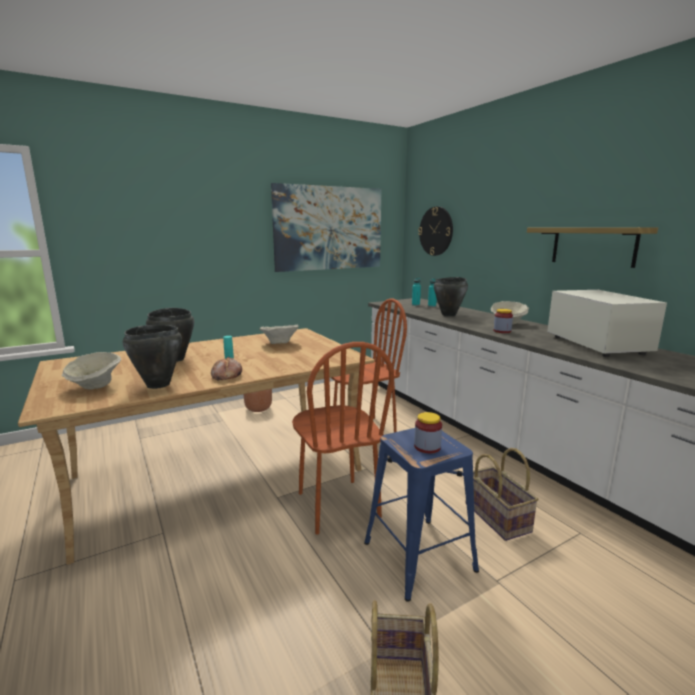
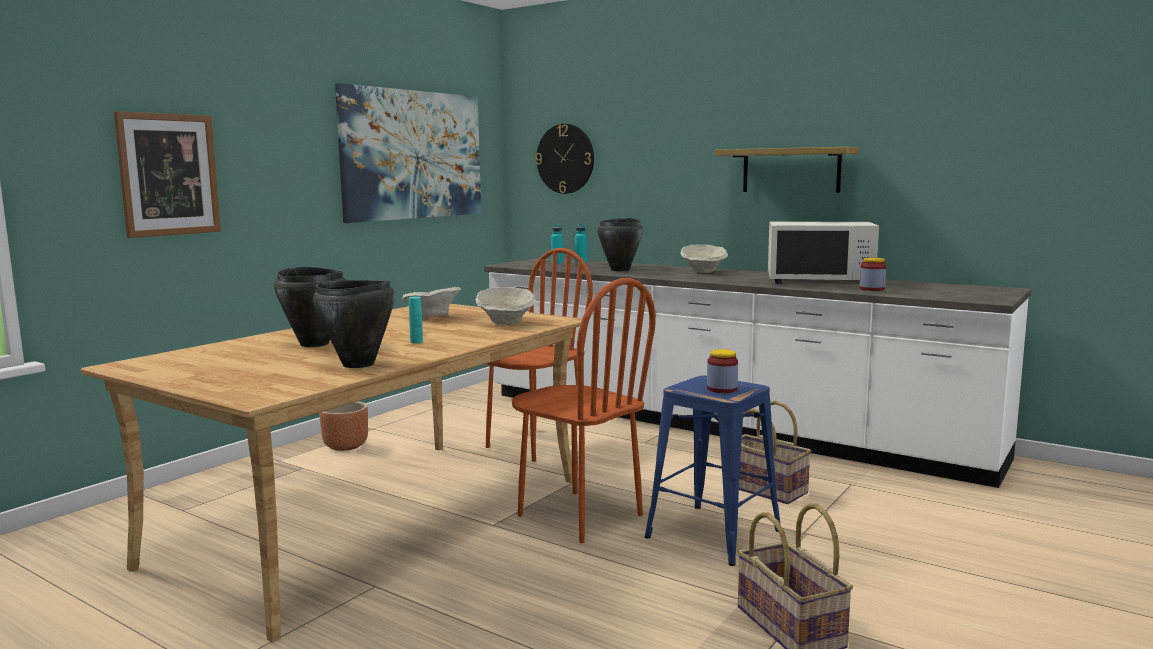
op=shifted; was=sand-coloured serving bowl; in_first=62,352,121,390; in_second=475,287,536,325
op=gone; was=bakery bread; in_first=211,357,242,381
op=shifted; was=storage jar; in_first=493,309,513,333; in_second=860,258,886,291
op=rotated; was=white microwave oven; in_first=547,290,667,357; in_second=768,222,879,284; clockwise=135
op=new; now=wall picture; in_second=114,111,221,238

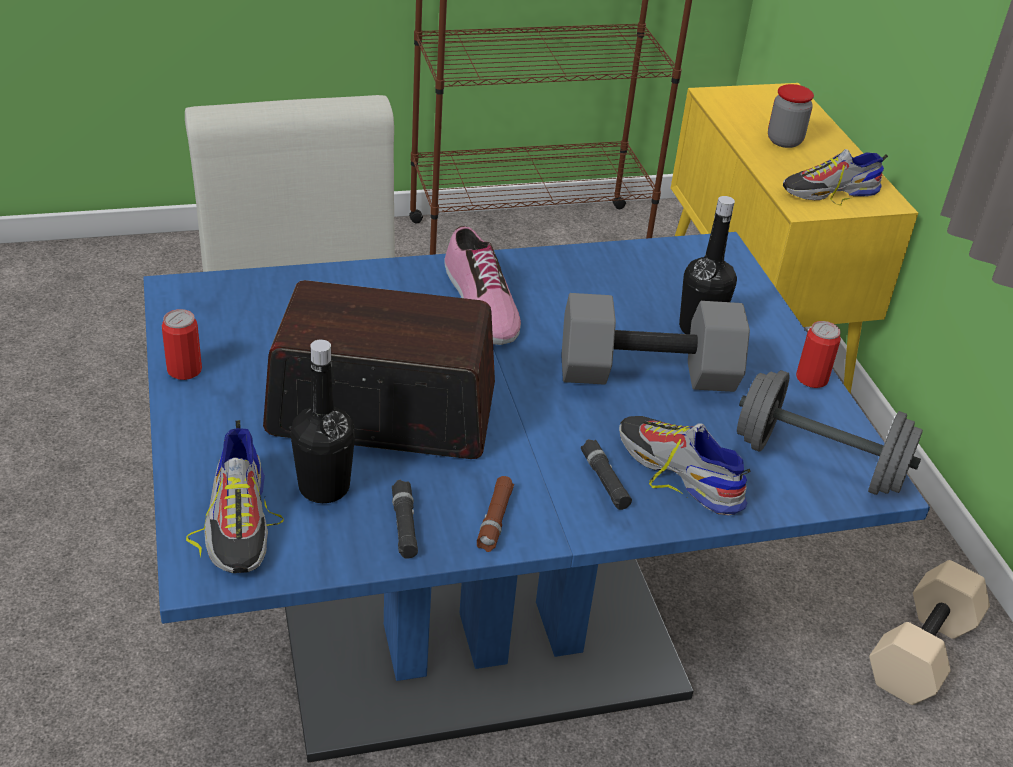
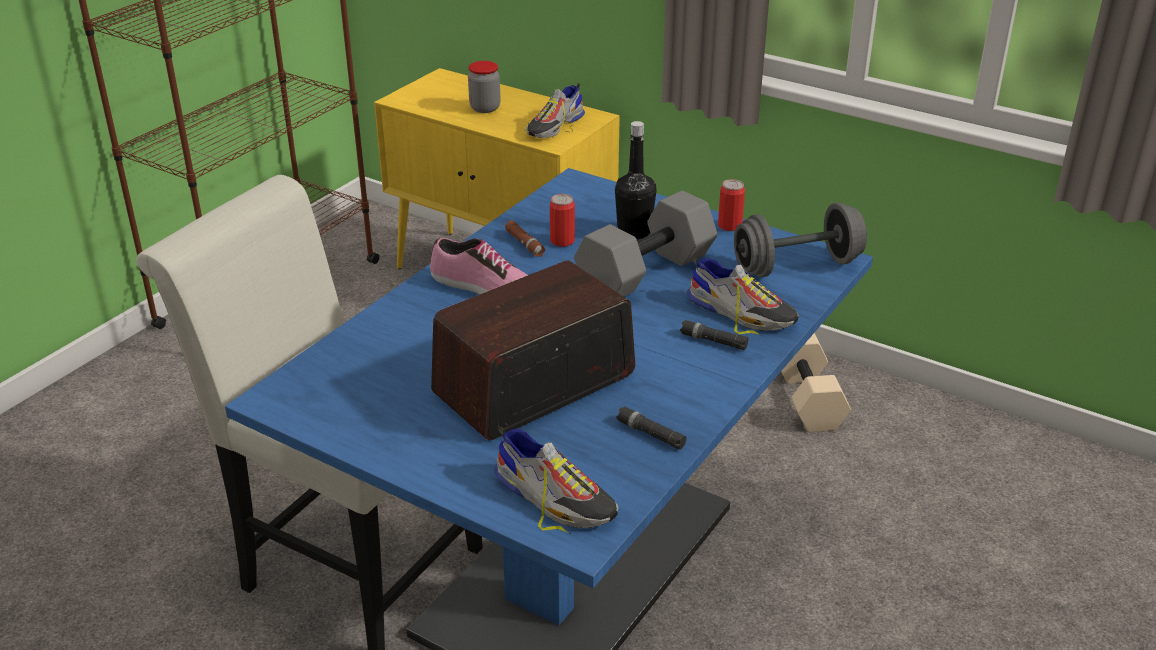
op=shifted; was=sealed can; in_first=162,309,202,380; in_second=550,194,575,247
op=gone; was=black bottle; in_first=291,339,355,503
op=shifted; was=brown-coloured torch; in_first=477,476,514,552; in_second=505,220,545,257
op=rotated; was=item of footwear; in_first=619,416,751,515; in_second=687,257,799,336; clockwise=-150

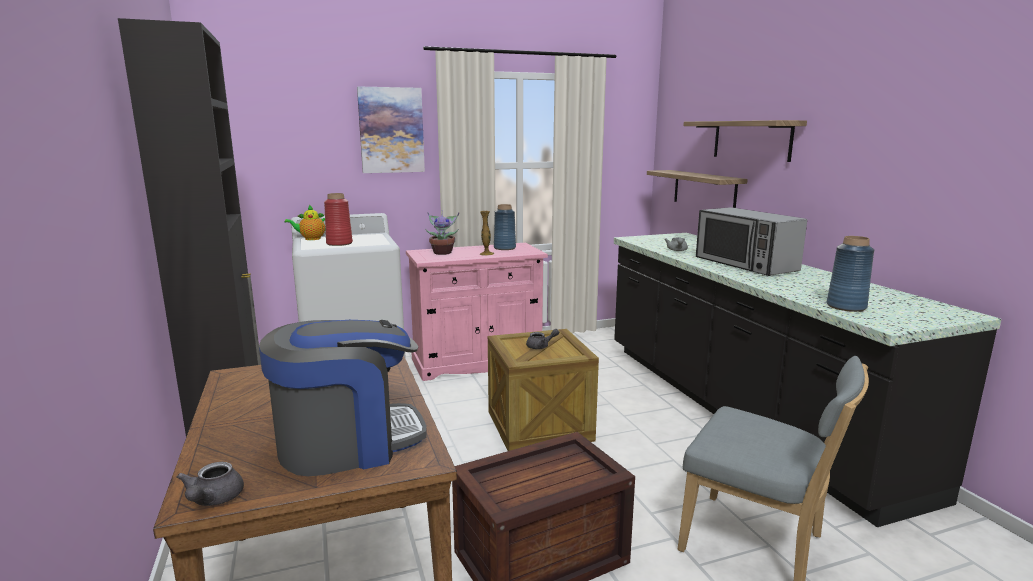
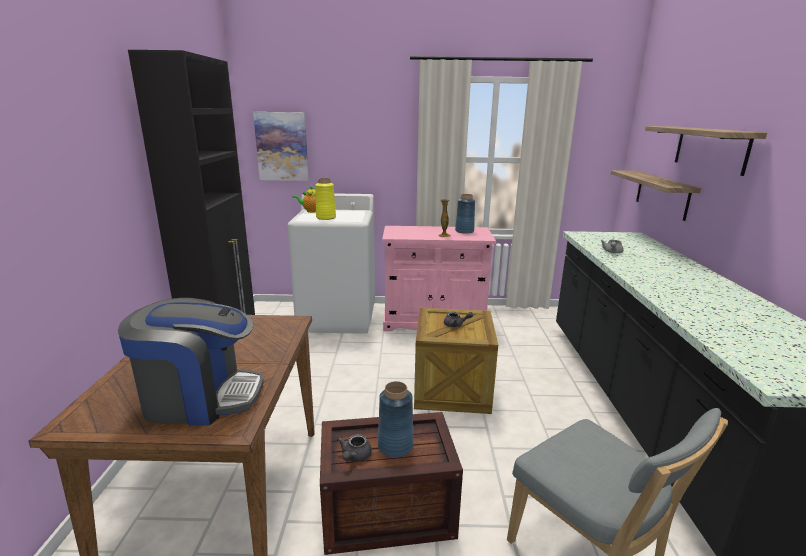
op=shifted; was=greyish pot for tea; in_first=176,462,244,506; in_second=337,434,372,462
op=repainted; was=red-coloured vase; now=yellow-coloured vase; in_first=324,193,353,246; in_second=315,178,336,220
op=shifted; was=wall picture; in_first=357,86,425,173; in_second=253,112,309,181
op=gone; was=potted plant; in_first=425,210,459,255
op=gone; was=microwave oven; in_first=696,207,807,276
op=shifted; was=bluish vase; in_first=827,236,874,312; in_second=378,381,413,458

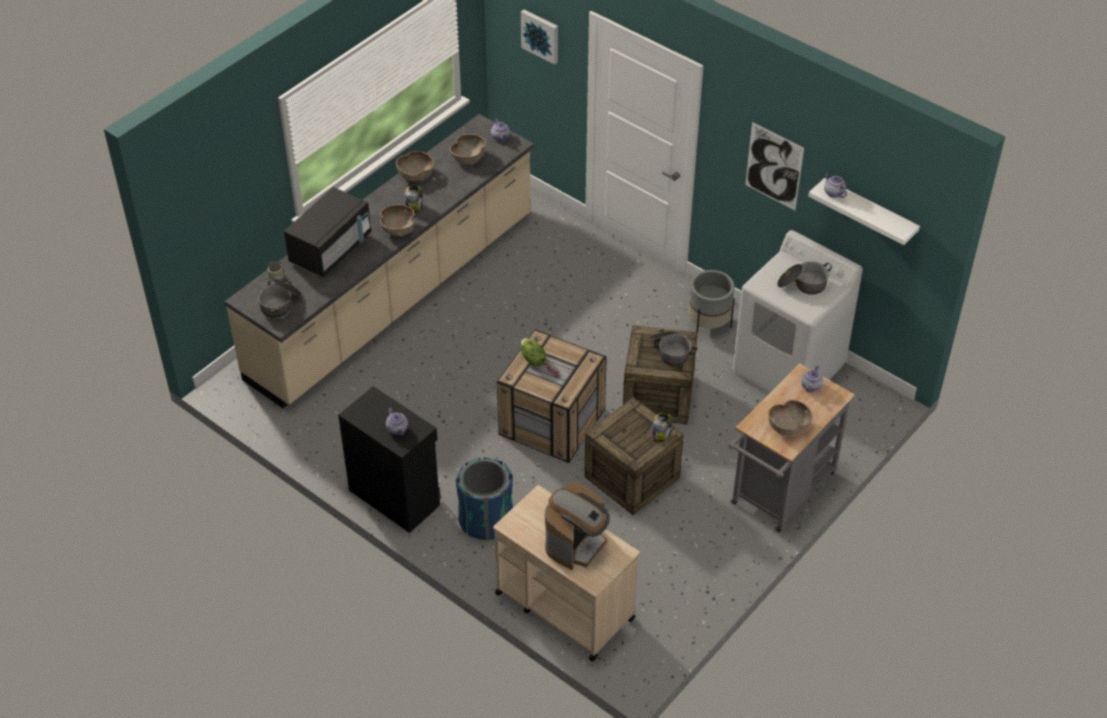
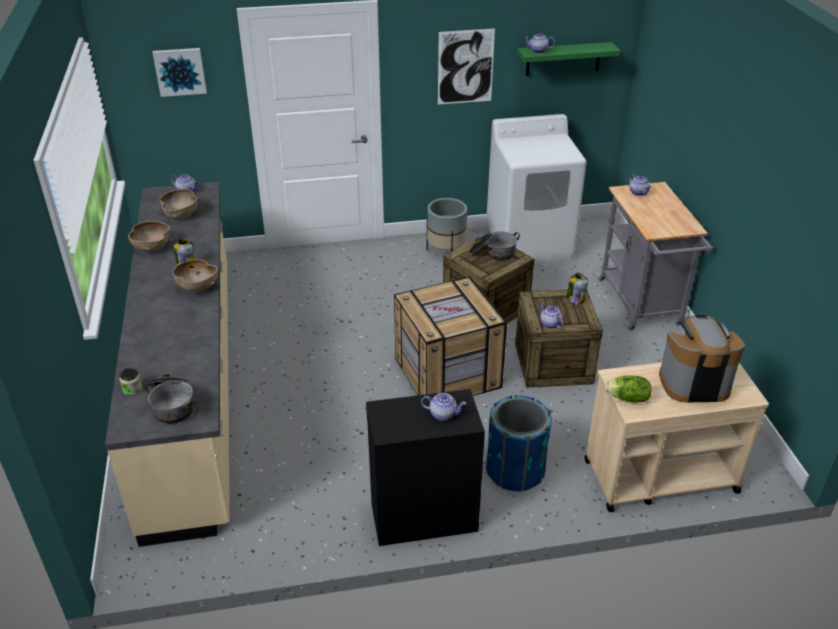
op=gone; was=black microwave oven; in_first=284,187,371,277
op=shifted; was=lettuce; in_first=521,338,546,367; in_second=605,375,652,403
op=rotated; was=coffee machine; in_first=545,482,610,570; in_second=659,315,745,402; clockwise=-75
op=gone; was=brown-coloured serving bowl; in_first=768,400,812,436
op=gone; was=saucepot; in_first=777,262,832,295
op=repainted; was=white wall shelf; now=green-coloured wall shelf; in_first=808,178,920,246; in_second=517,42,620,76
op=new; now=pot for tea; in_second=540,302,563,329

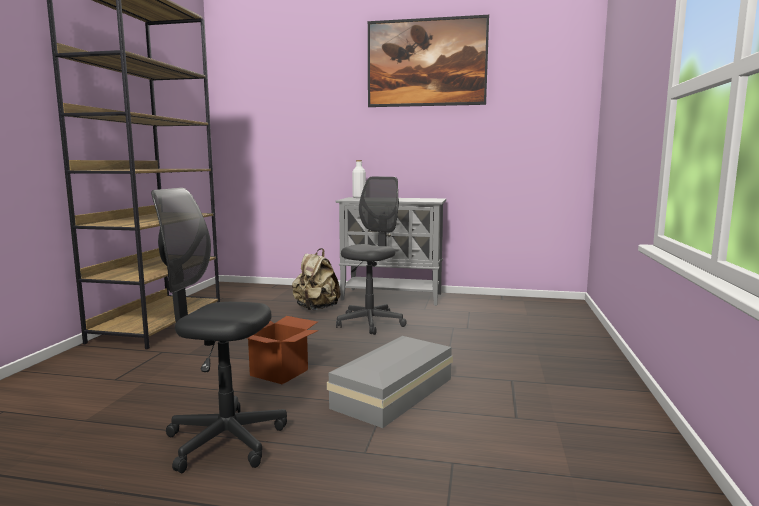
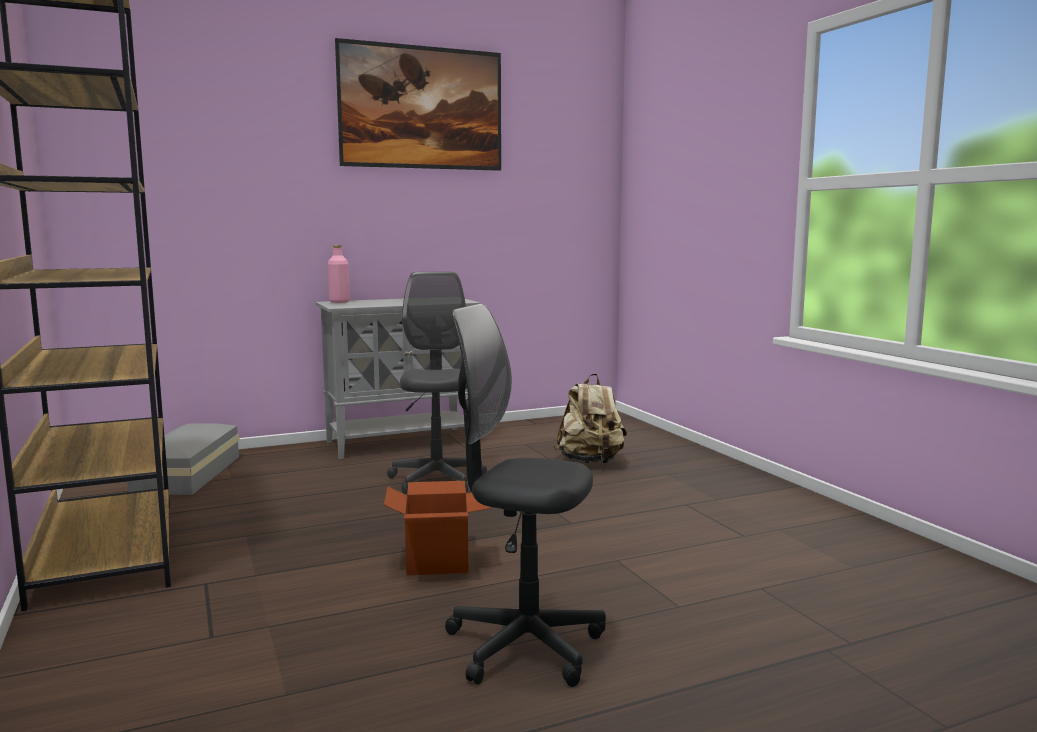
op=rotated; was=black office chair; in_first=151,188,287,473; in_second=445,304,606,687; clockwise=45
op=shifted; was=sand-coloured backpack; in_first=292,248,340,310; in_second=554,374,627,464
op=shifted; was=greyish storage bin; in_first=327,336,453,428; in_second=127,424,239,495
op=repainted; was=white bottle; now=pink-coloured bottle; in_first=352,160,366,198; in_second=328,245,350,303

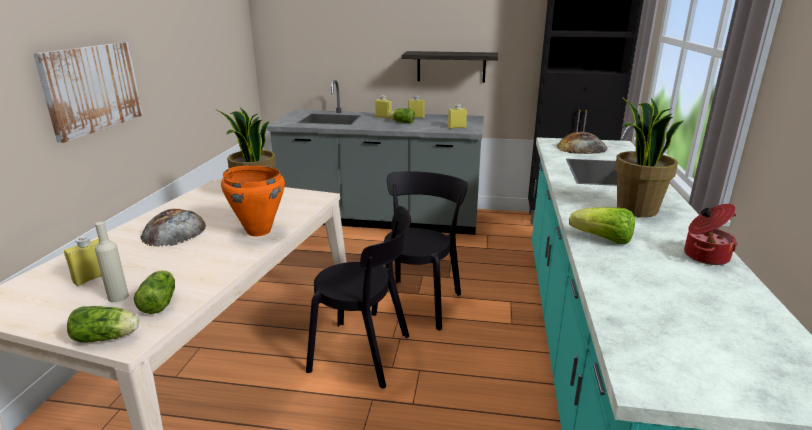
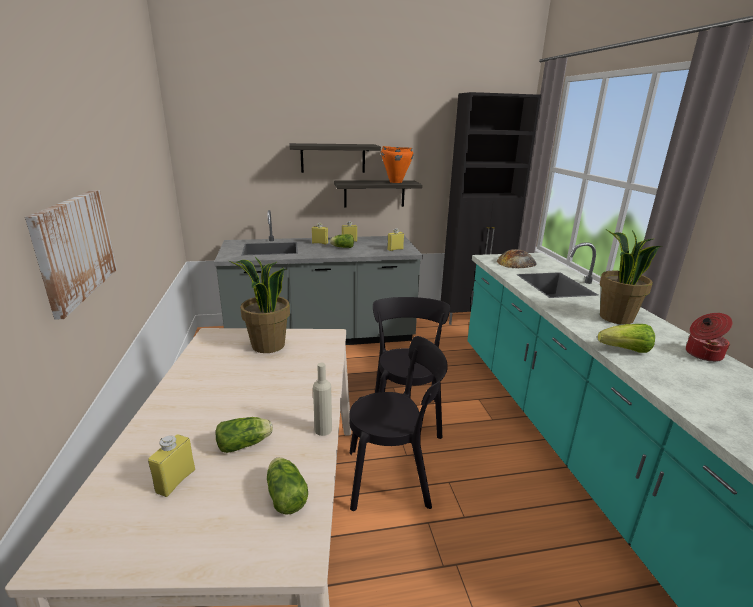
op=shifted; was=lettuce; in_first=67,306,139,343; in_second=216,417,273,453
op=shifted; was=sand-coloured bottle; in_first=95,222,129,302; in_second=313,363,332,436
op=gone; was=bakery bread; in_first=141,209,206,247
op=shifted; was=orange-coloured saucepot; in_first=221,165,285,236; in_second=381,146,414,183
op=new; now=wall shelf; in_second=289,143,381,173

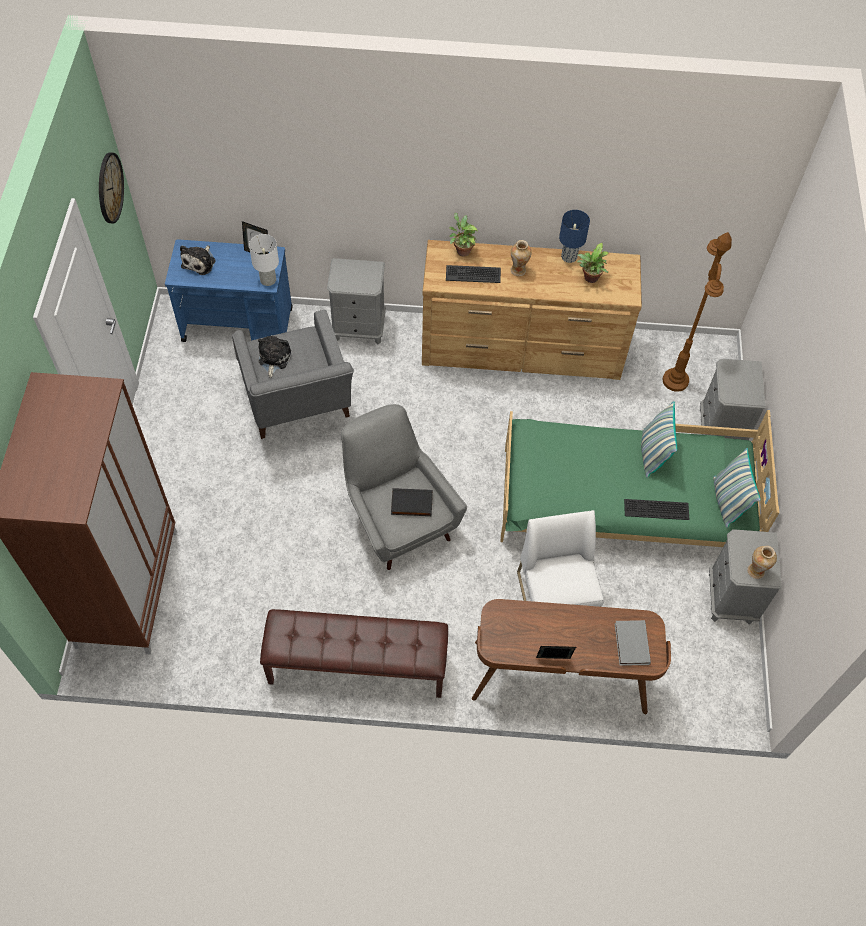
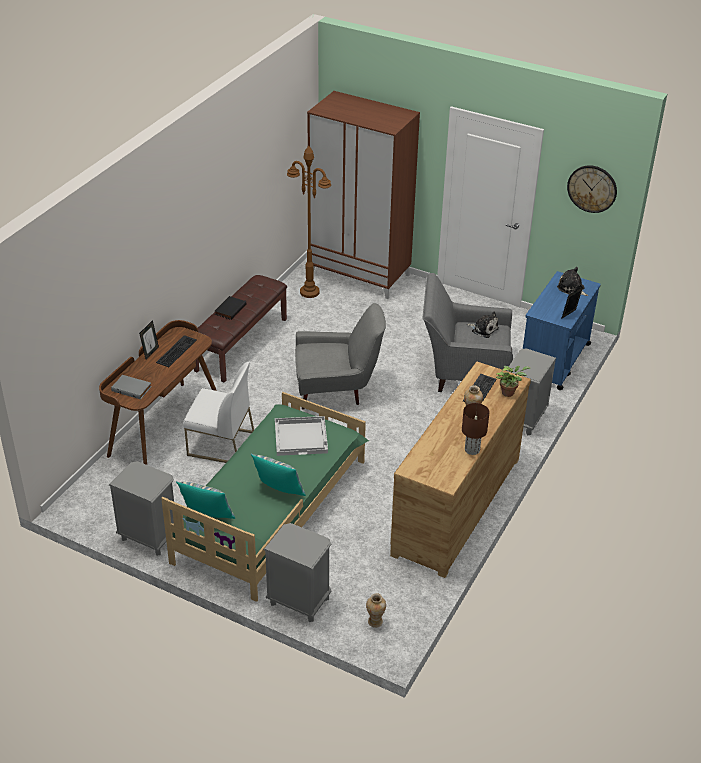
op=gone; was=white lamp for a table; in_first=249,234,279,286
op=shifted; was=black volume; in_first=391,488,433,516; in_second=215,296,246,320
op=repainted; was=bluish lamp for a table; now=brown-coloured lamp for a table; in_first=559,210,590,263; in_second=462,403,490,455
op=gone; was=potted plant; in_first=577,243,608,283
op=shifted; was=computer keyboard; in_first=624,499,690,520; in_second=156,335,197,367
op=shifted; was=brown-coloured floor lamp; in_first=663,232,732,392; in_second=287,146,331,298
op=shifted; was=vase; in_first=747,546,777,579; in_second=366,593,386,628
op=new; now=white tray; in_second=275,416,328,456

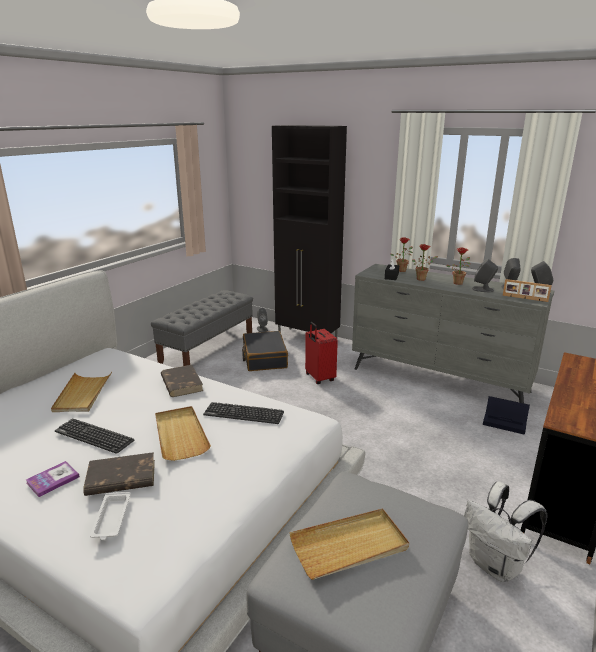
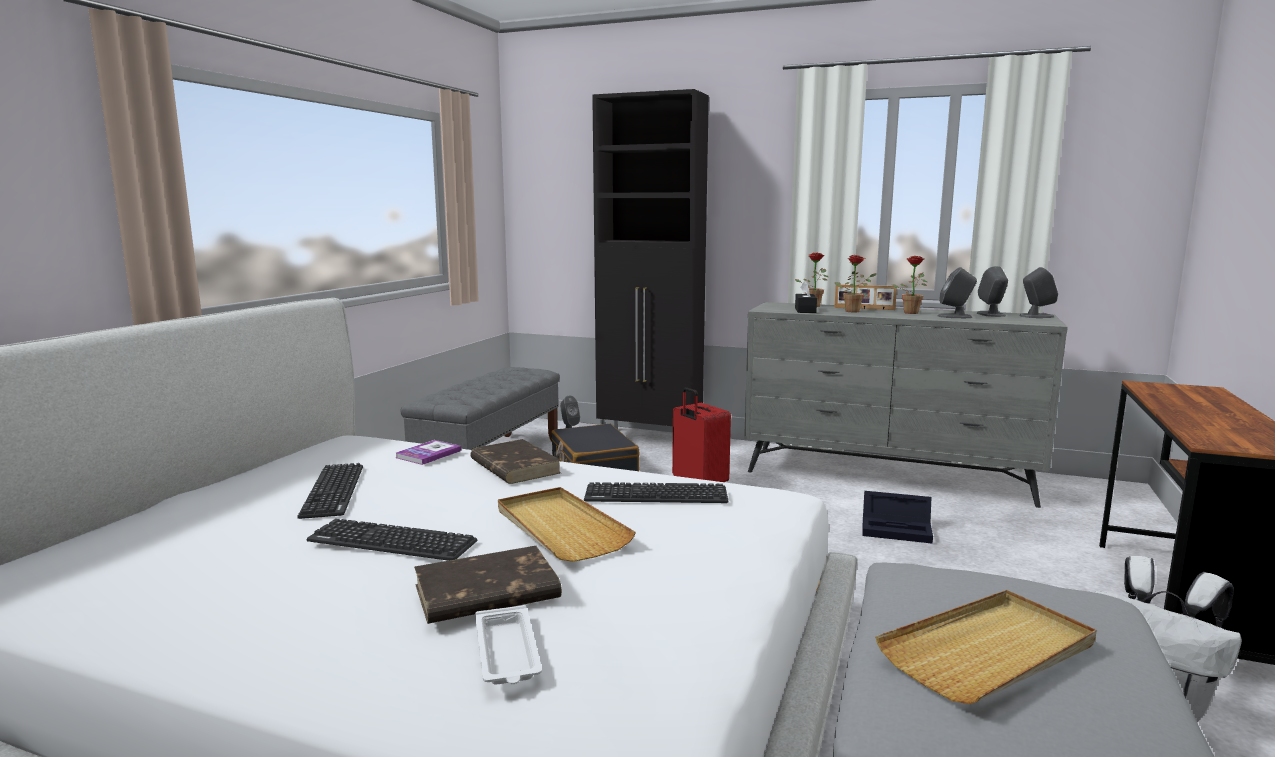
op=shifted; was=volume; in_first=26,461,80,497; in_second=396,440,461,465
op=swapped; was=sand-coloured tray; now=computer keyboard; in_first=51,372,112,412; in_second=297,463,363,519
op=shifted; was=black storage bin; in_first=483,396,530,435; in_second=863,491,933,544
op=shifted; was=standing frame; in_first=503,279,552,302; in_second=834,284,897,310

